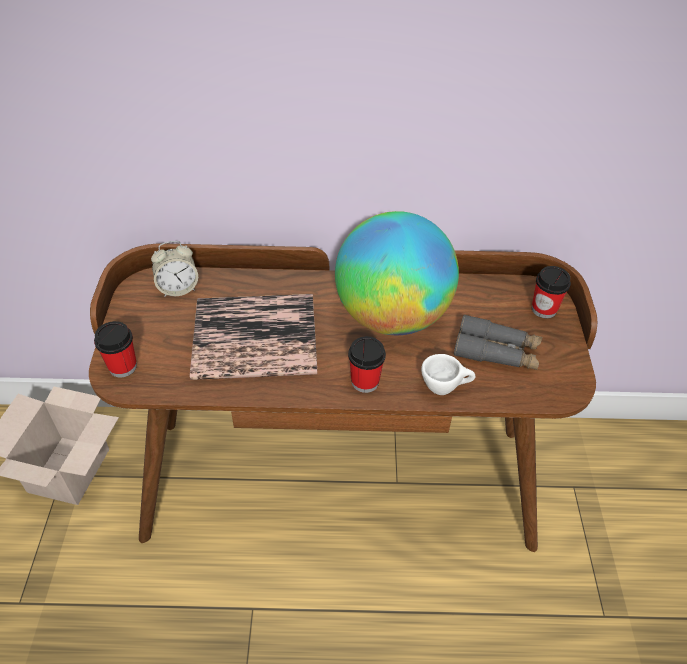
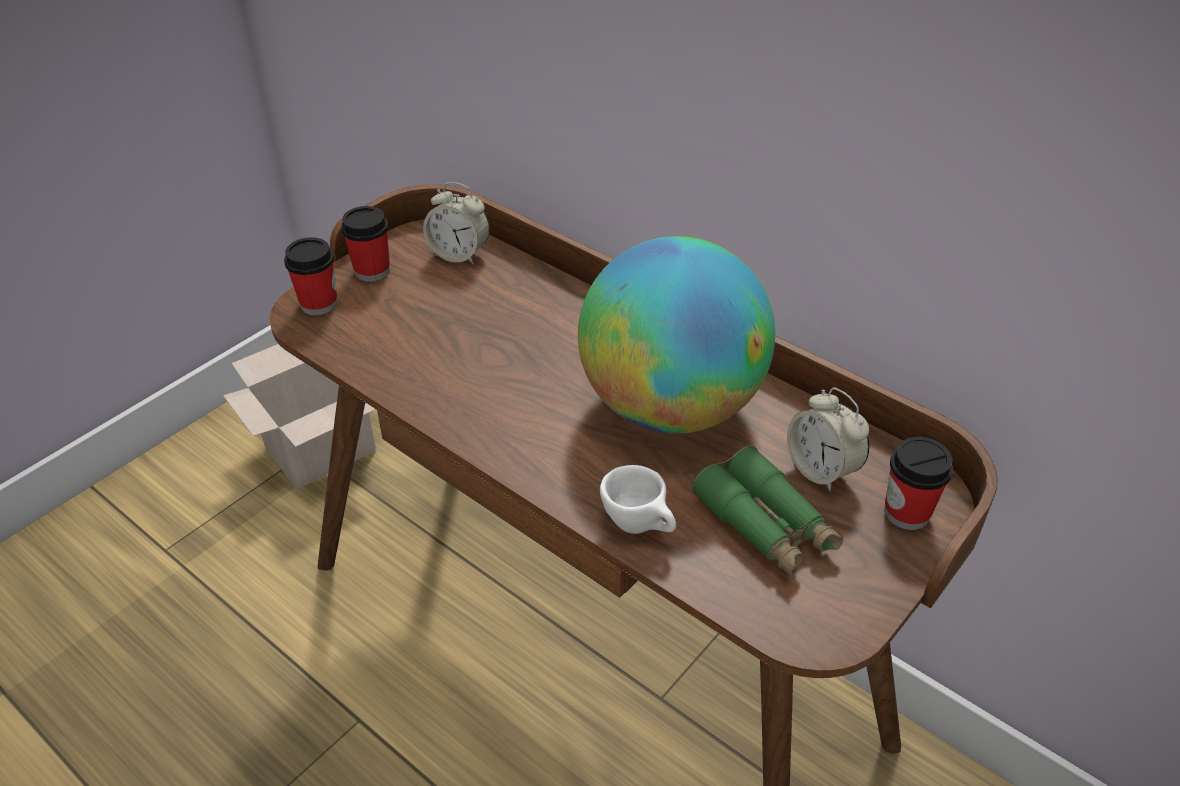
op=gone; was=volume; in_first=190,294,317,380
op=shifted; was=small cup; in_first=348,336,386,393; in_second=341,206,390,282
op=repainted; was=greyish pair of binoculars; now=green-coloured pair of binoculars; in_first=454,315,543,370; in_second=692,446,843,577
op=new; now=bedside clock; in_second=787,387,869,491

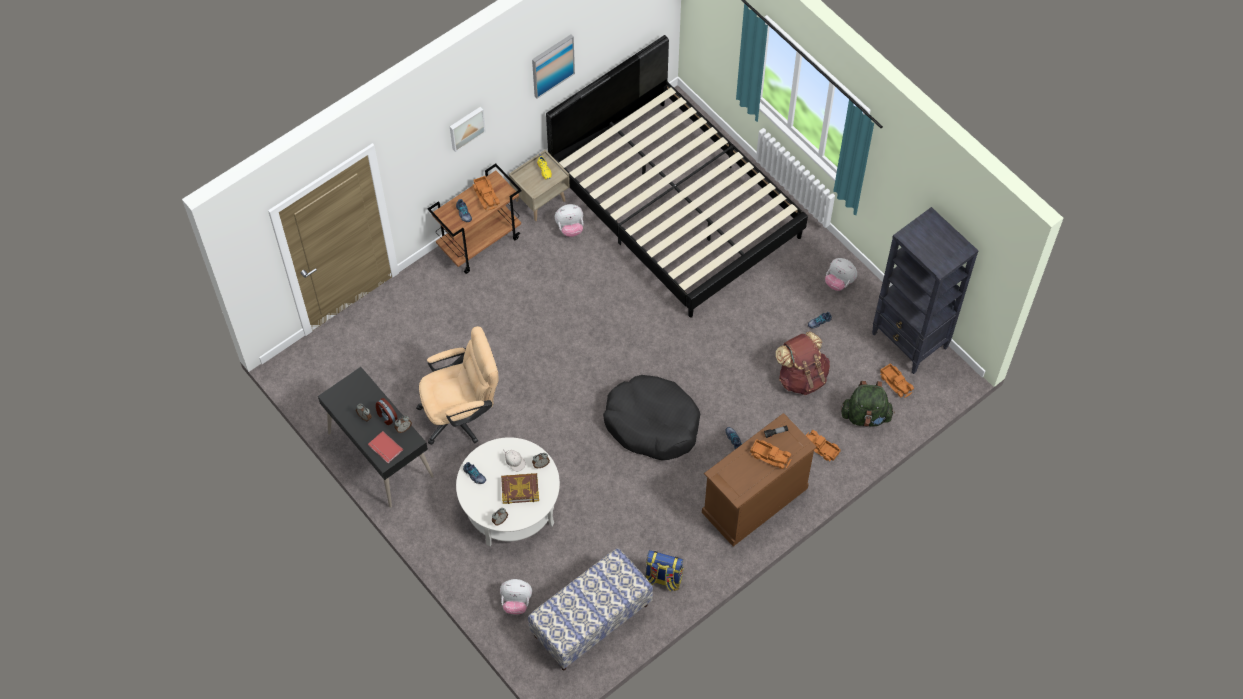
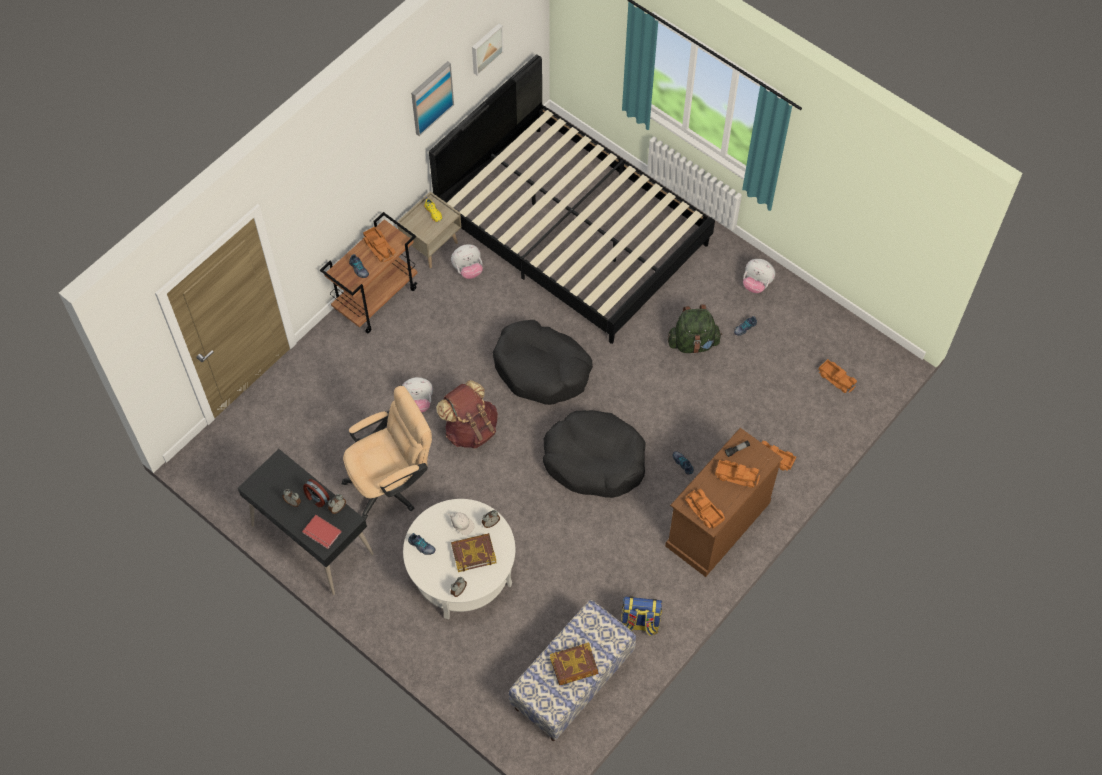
op=shifted; was=wall picture; in_first=450,106,486,152; in_second=472,24,504,76
op=shifted; was=plush toy; in_first=500,579,532,614; in_second=402,377,433,413
op=shifted; was=brown-coloured backpack; in_first=775,331,830,395; in_second=436,380,498,449
op=shifted; was=green-coloured backpack; in_first=841,381,895,427; in_second=668,305,722,353
op=gone; was=black bookshelf; in_first=872,207,978,374
op=new; now=black pet bed; in_second=493,320,593,405
op=new; now=volume; in_second=550,643,598,685
op=new; now=toy truck; in_second=685,488,725,528

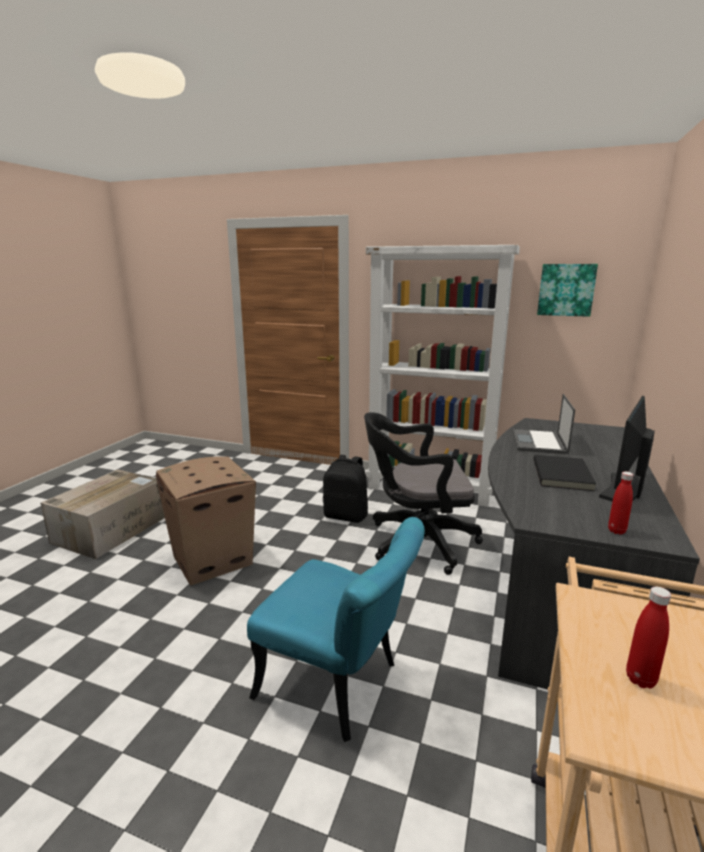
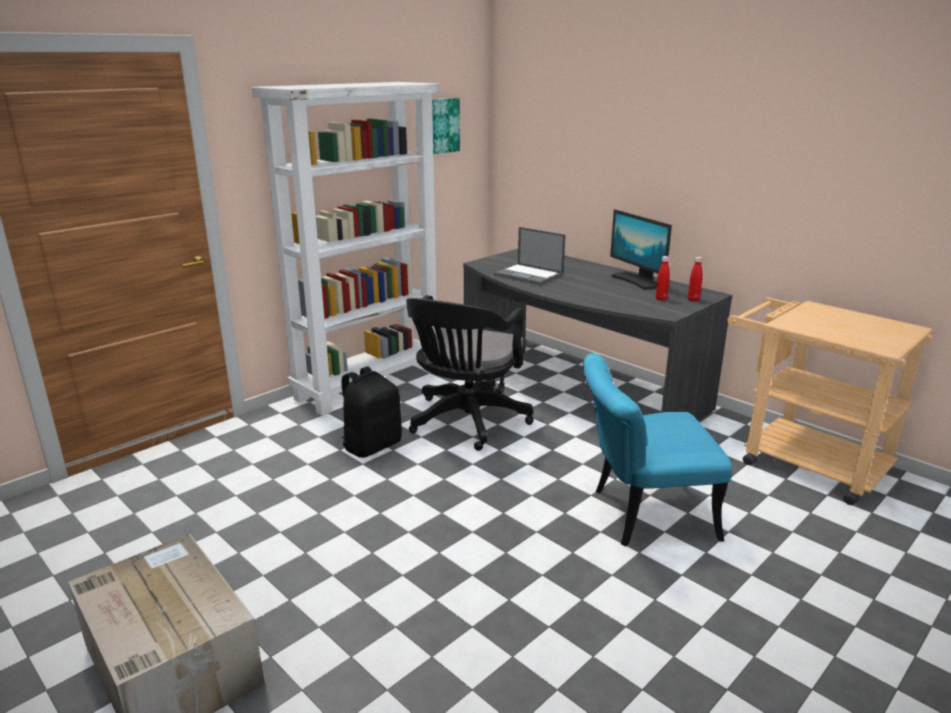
op=gone; was=carton; in_first=156,457,256,585
op=rotated; was=blue-green upright chair; in_first=247,517,425,742; in_second=583,353,732,547; clockwise=-150
op=gone; was=black volume; in_first=534,455,596,491
op=shifted; was=red-coloured bottle; in_first=626,587,671,689; in_second=656,256,670,301

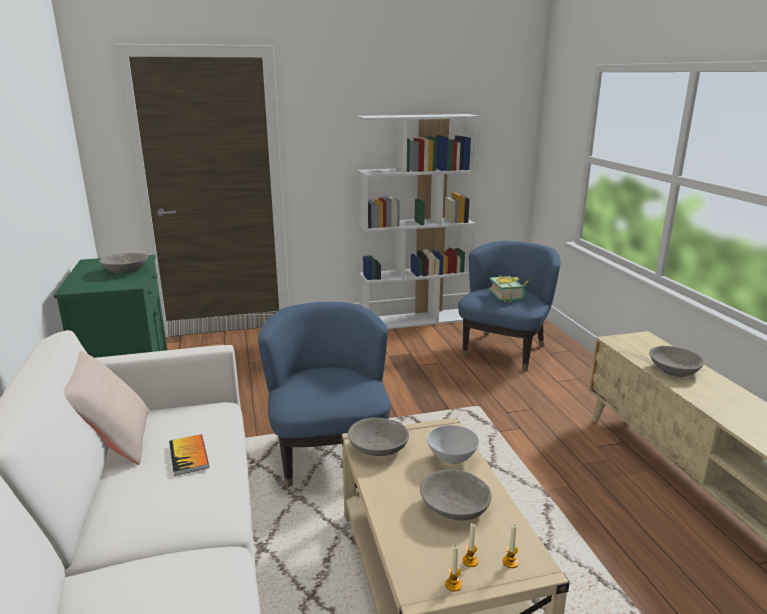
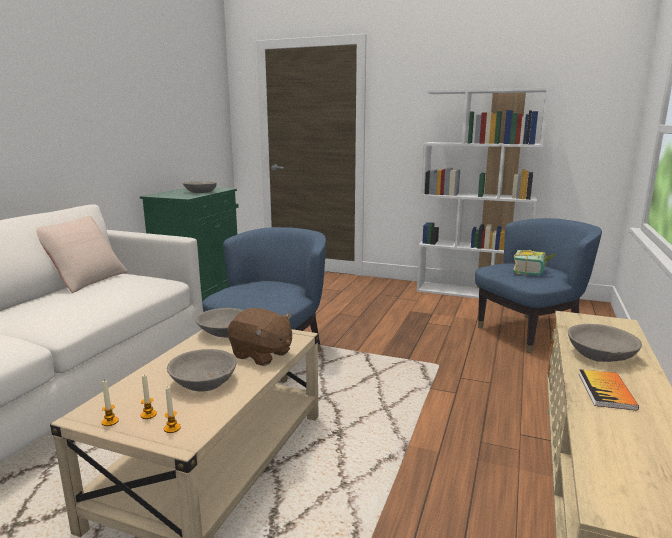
op=shifted; was=volume; in_first=169,434,209,476; in_second=579,369,639,411
op=swapped; was=white serving bowl; now=brown-coloured plush toy; in_first=427,425,479,464; in_second=228,308,292,366

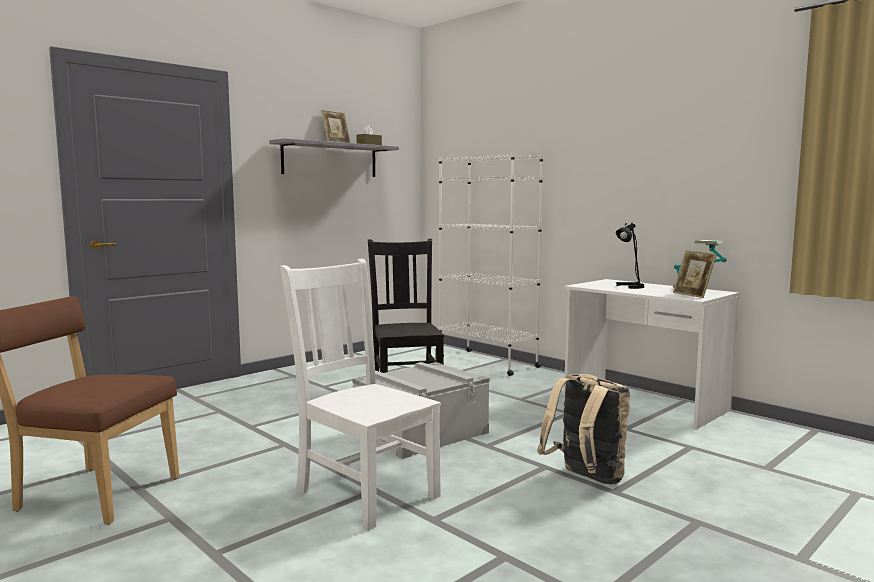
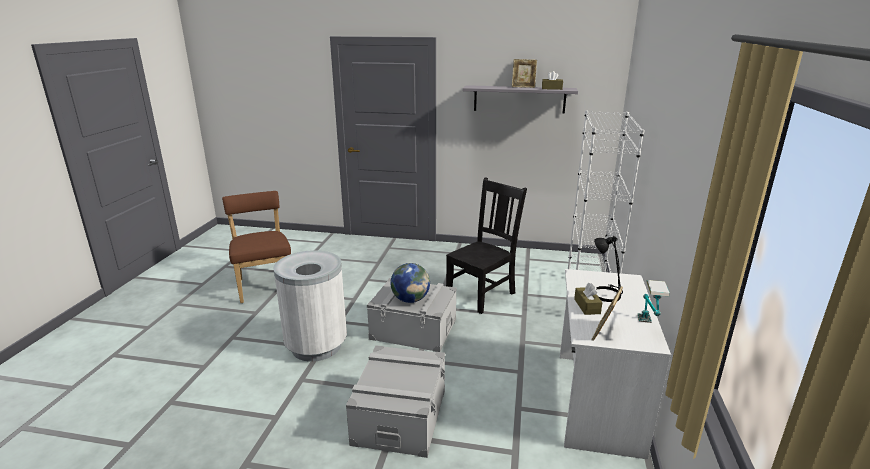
op=swapped; was=white upright chair; now=white rubbish bin; in_first=280,259,441,531; in_second=273,250,347,362
op=swapped; was=sand-coloured backpack; now=greyish storage bin; in_first=537,374,630,485; in_second=346,345,445,458
op=new; now=globe; in_second=391,263,430,303
op=new; now=brown-coloured tissue box; in_second=574,282,603,315

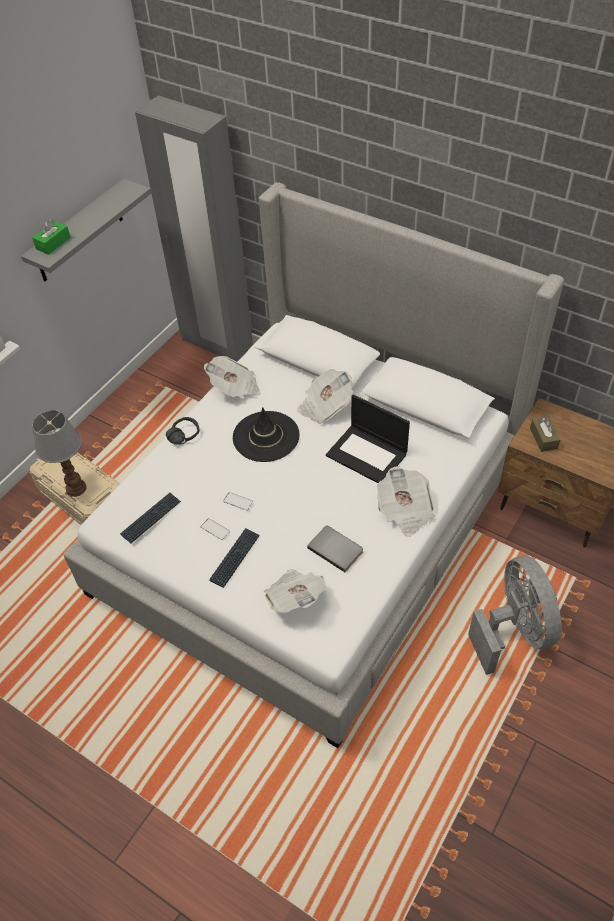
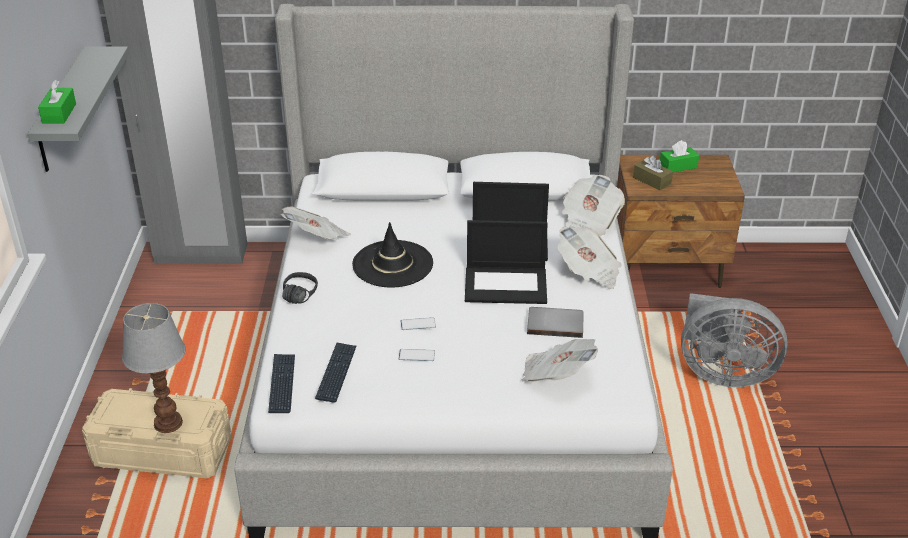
op=shifted; was=computer keyboard; in_first=209,528,260,588; in_second=268,354,295,413
op=shifted; was=daily paper; in_first=297,369,353,424; in_second=562,175,625,236
op=rotated; was=greyish electric fan; in_first=468,556,561,675; in_second=681,293,788,387; clockwise=150
op=new; now=notebook computer; in_second=465,220,548,304
op=new; now=green-coloured tissue box; in_second=660,140,699,172

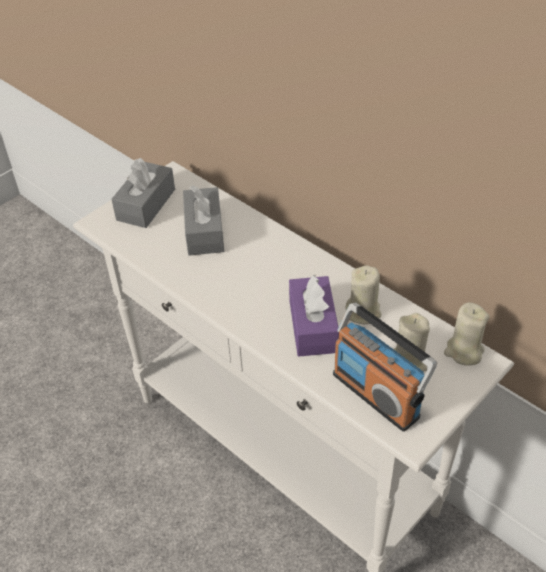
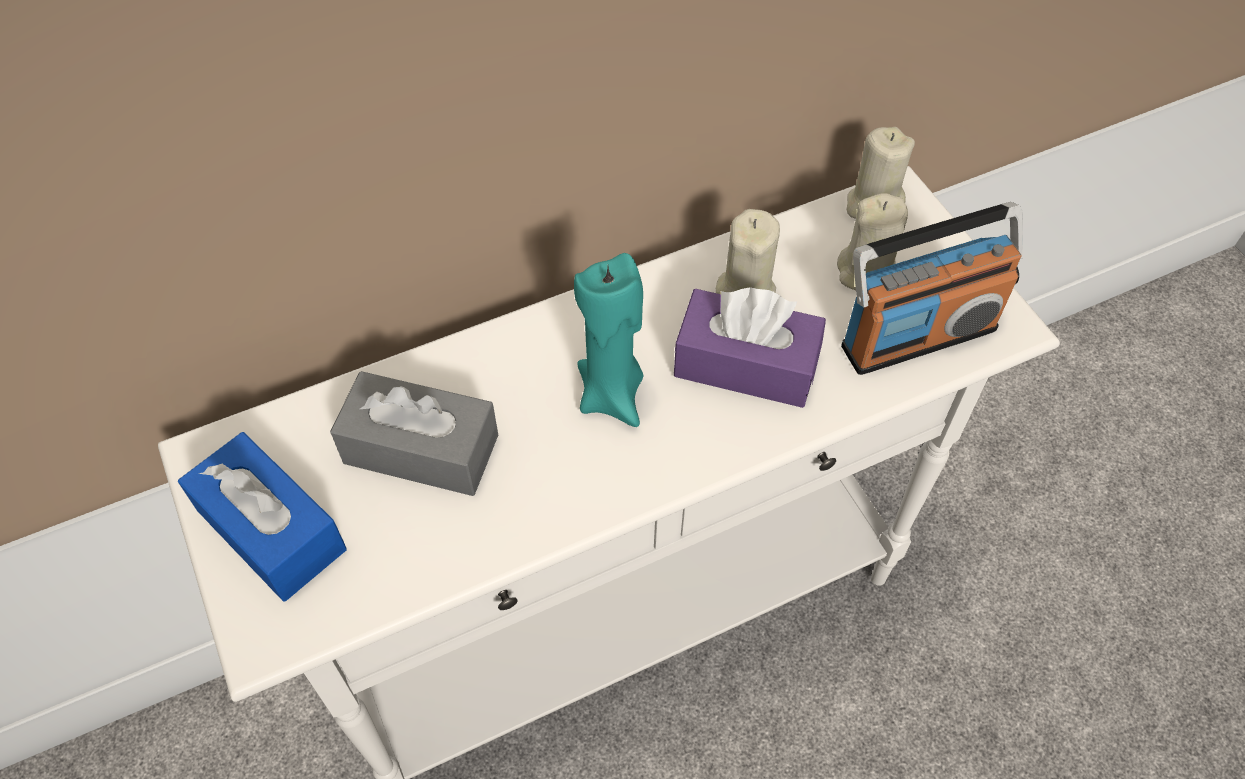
op=repainted; was=greyish tissue box; now=bluish tissue box; in_first=111,158,175,228; in_second=178,432,347,601
op=new; now=blue-green wax light; in_second=574,253,643,427

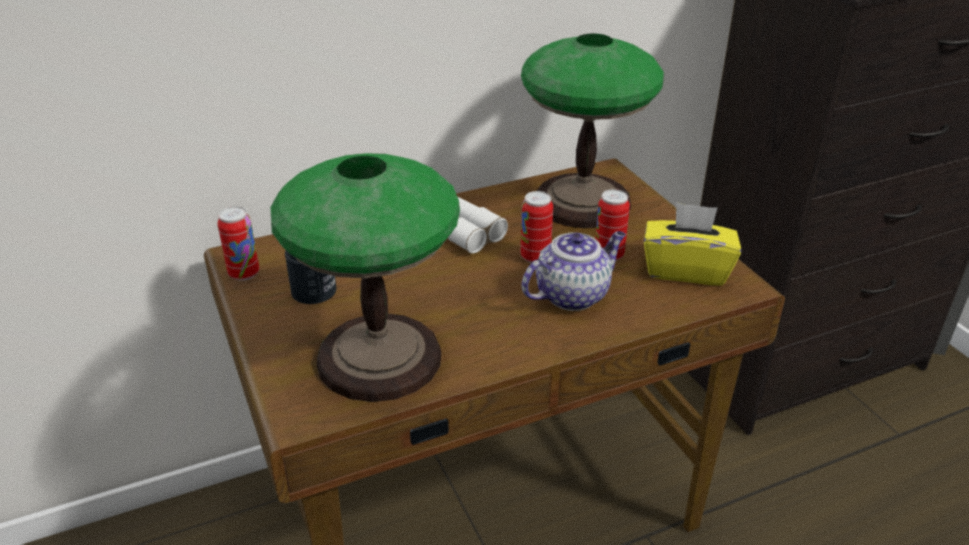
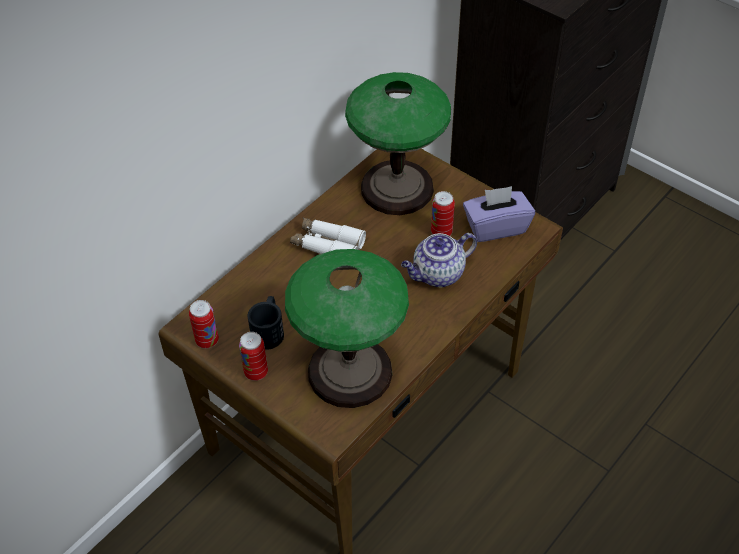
op=shifted; was=sealed can; in_first=521,191,553,263; in_second=239,332,268,381
op=rotated; was=pot for tea; in_first=521,231,626,311; in_second=401,233,477,287; clockwise=-150
op=repainted; was=yellow-coloured tissue box; now=purple tissue box; in_first=644,202,741,286; in_second=463,186,535,242

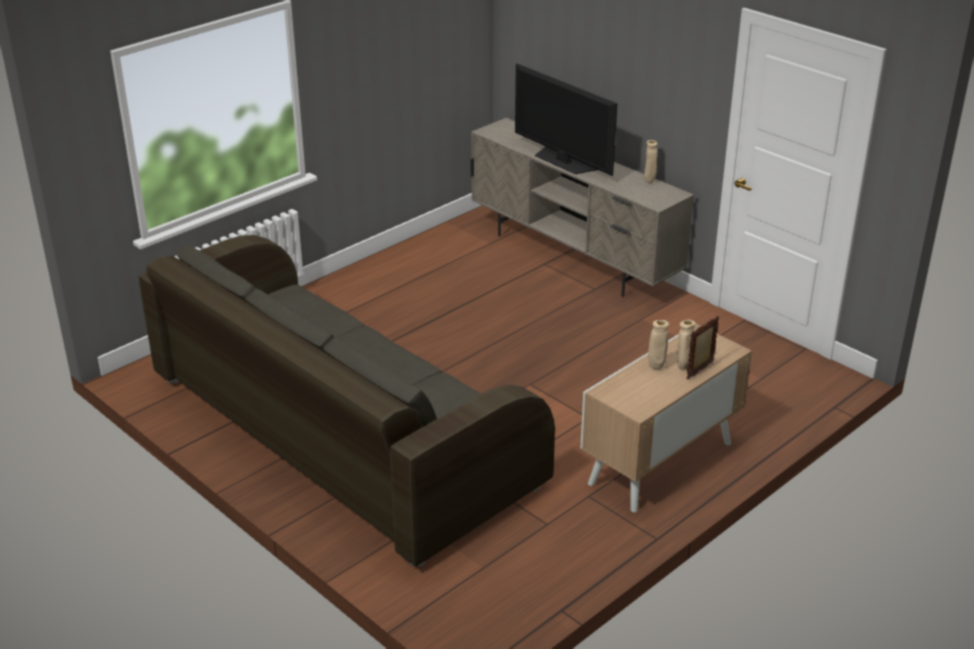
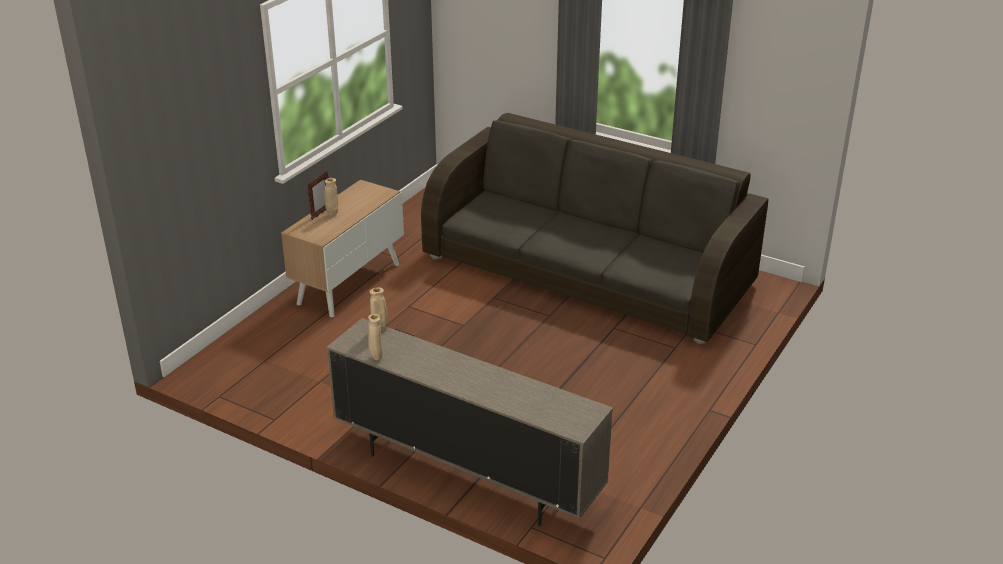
op=gone; was=TV; in_first=515,63,617,176
op=shifted; was=sand-coloured vase; in_first=648,320,669,369; in_second=369,287,387,331

